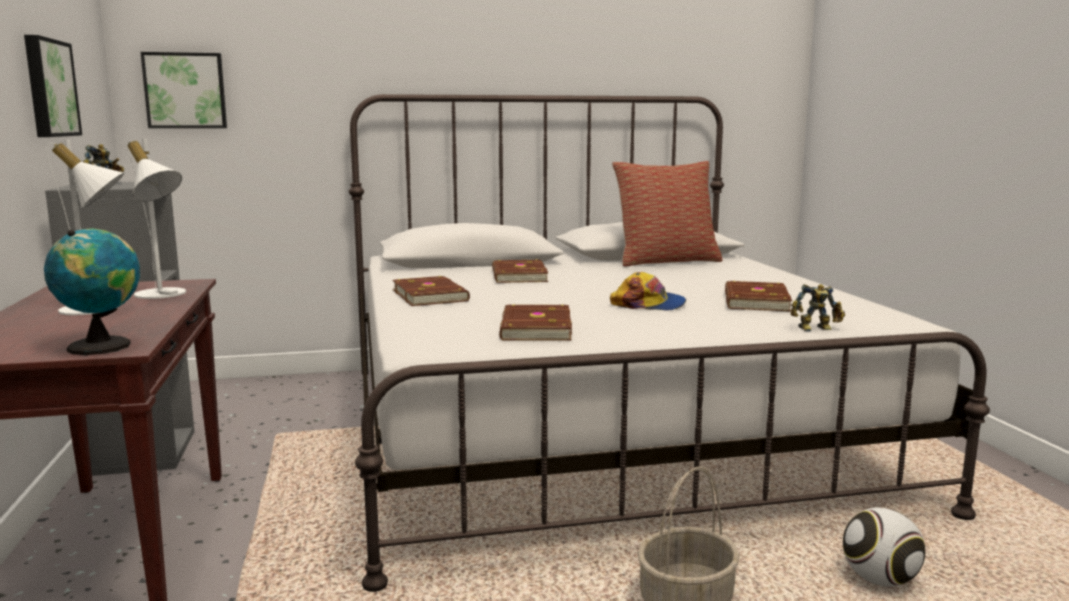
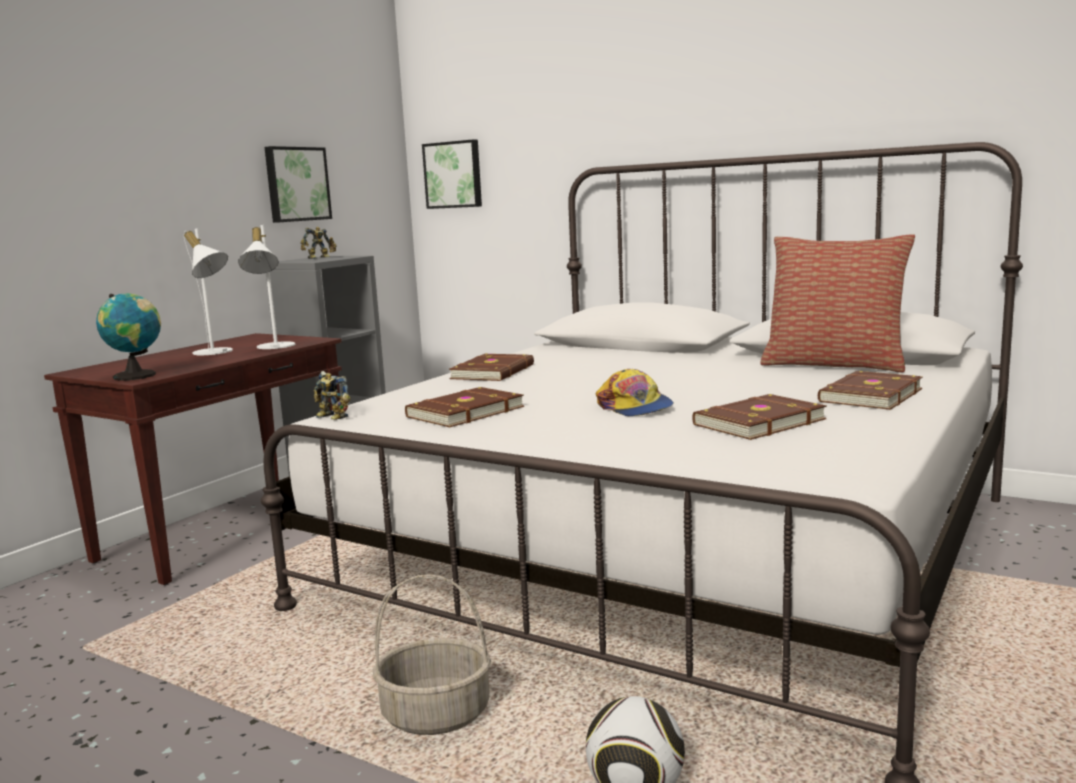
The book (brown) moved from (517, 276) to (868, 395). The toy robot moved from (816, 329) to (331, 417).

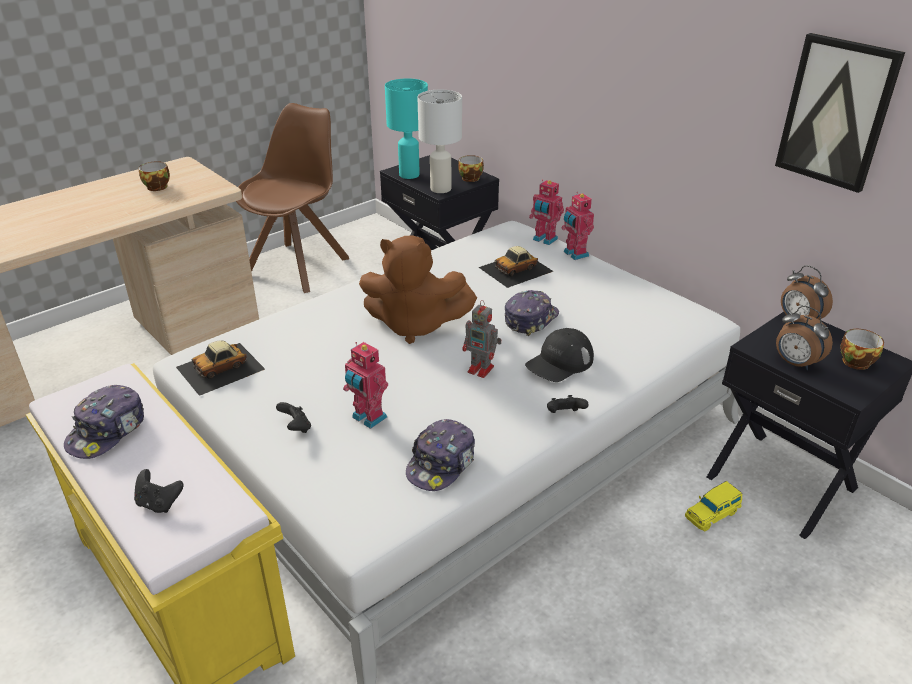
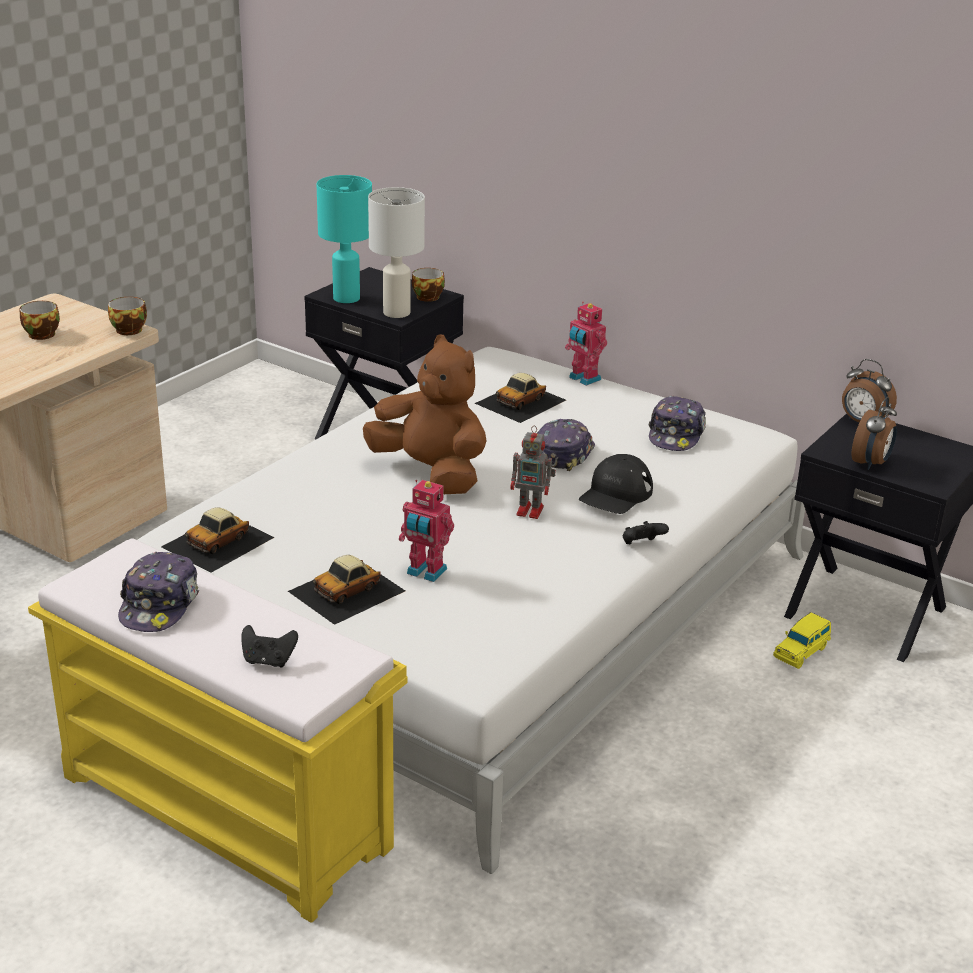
The chair (brown) at (299, 265) disappeared. The toy robot at (544, 240) disappeared. The picture at (836, 112) disappeared. The cap moved from (441, 464) to (676, 434). The cup moved from (855, 361) to (129, 329). The game controller (black) at (296, 428) was replaced by the toy car at (347, 591). The plush toy (brown) at (415, 325) turned 135 degrees counterclockwise. The alarm clock at (795, 363) turned 90 degrees counterclockwise.

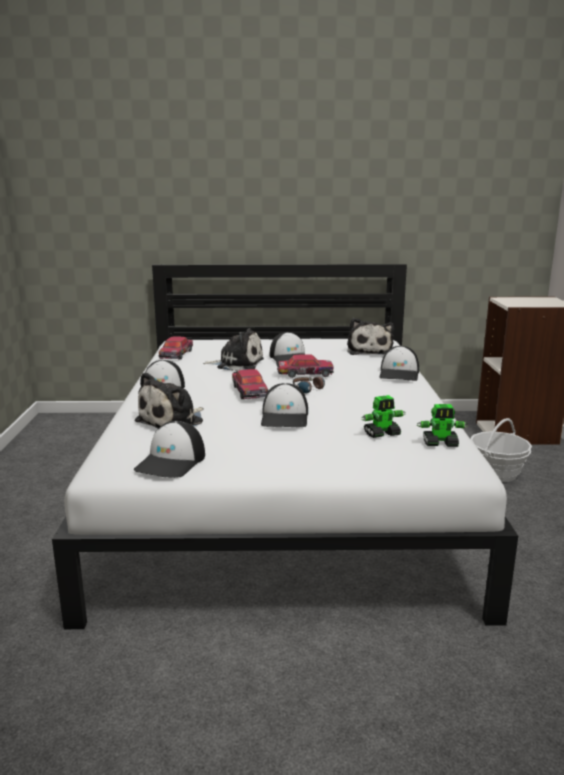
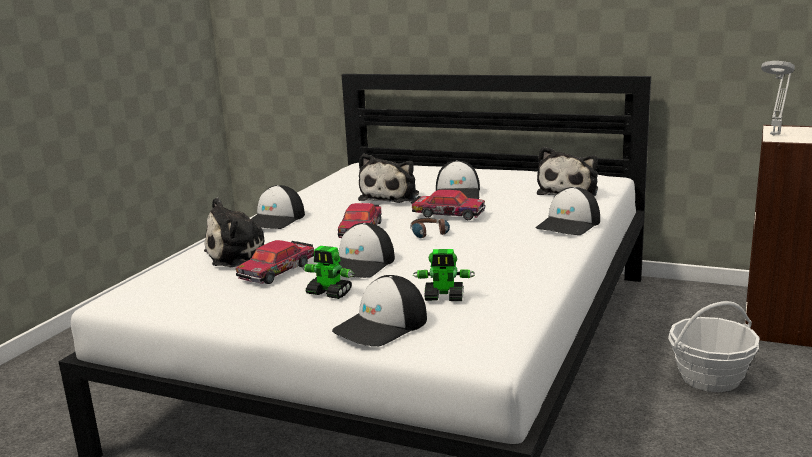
The table lamp (grey) at (775, 134) appeared. The cap moved from (171, 462) to (382, 326). The toy car moved from (176, 354) to (277, 271). The toy robot moved from (440, 443) to (329, 293). The plush toy at (237, 364) turned 75 degrees clockwise.

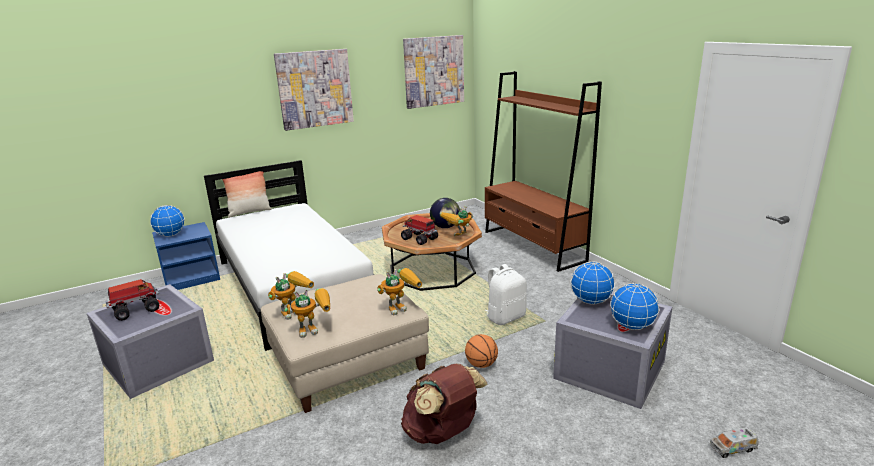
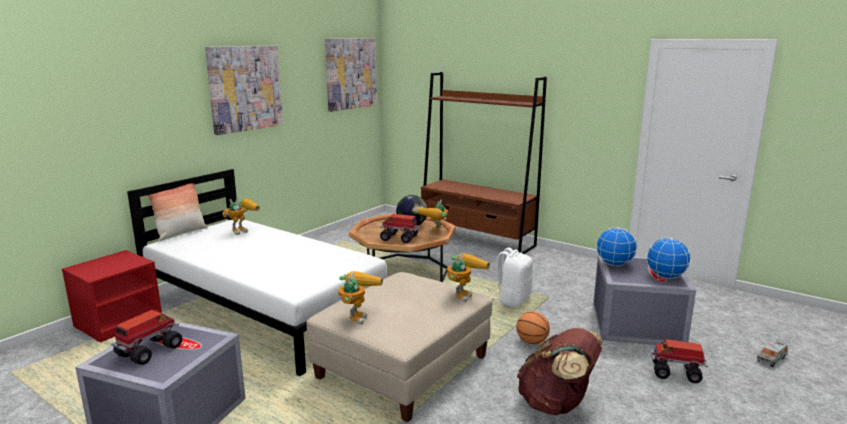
The globe at (171, 235) disappeared. The toy truck at (676, 373) appeared. The toy robot moved from (315, 329) to (243, 230). The nightstand (blue) at (192, 278) became the nightstand (red) at (119, 322).

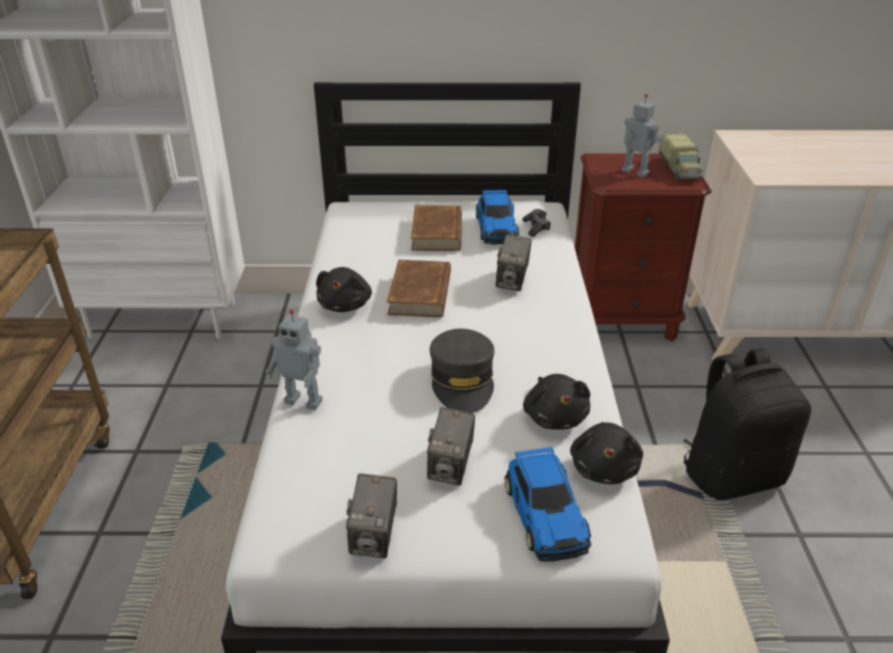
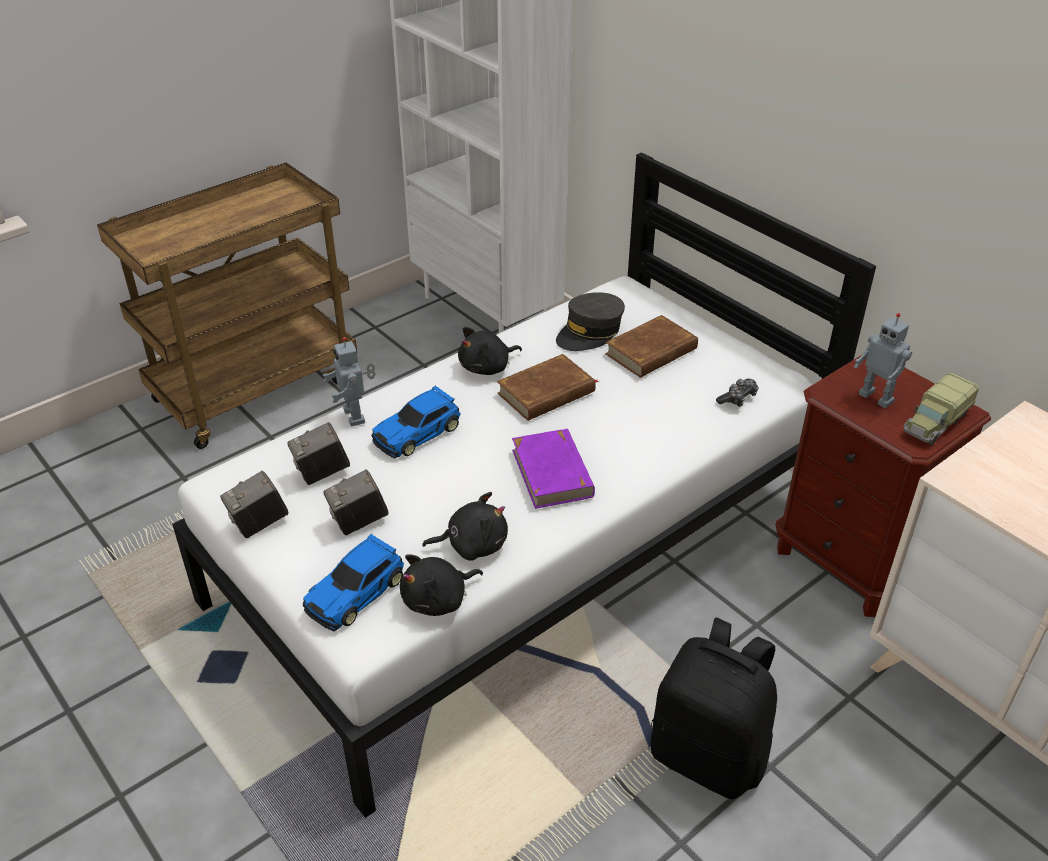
The book (purple) at (552, 473) appeared. The cap (grey) moved from (462, 381) to (590, 332). The toy car moved from (497, 227) to (418, 432). The photo camera moved from (512, 282) to (322, 472). The plush toy (black) at (555, 416) turned 135 degrees counterclockwise. The toy robot at (633, 173) turned 135 degrees clockwise.

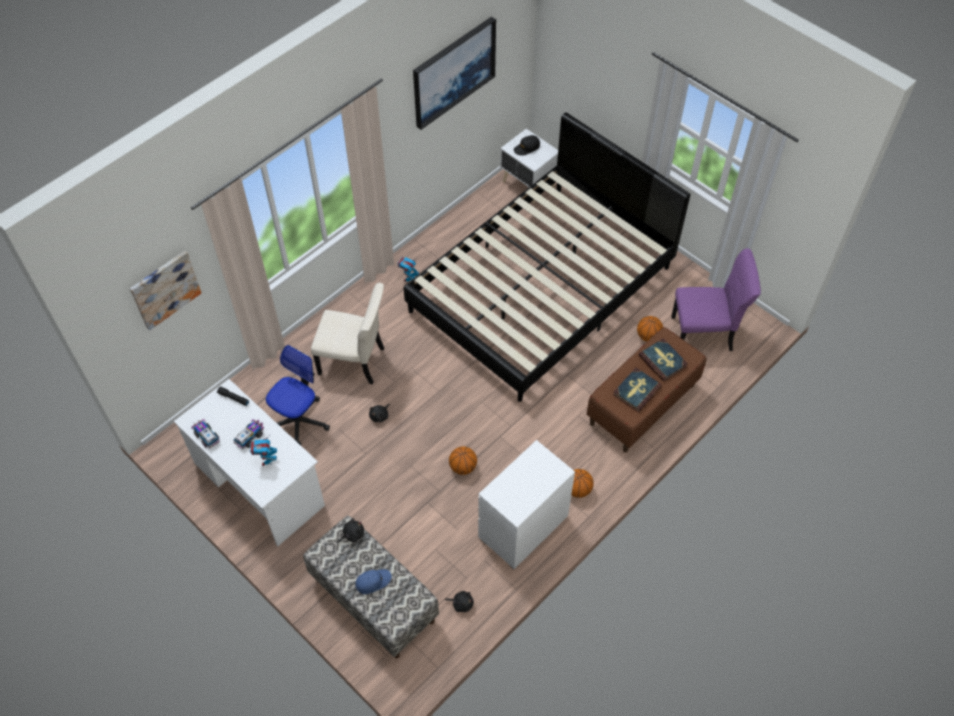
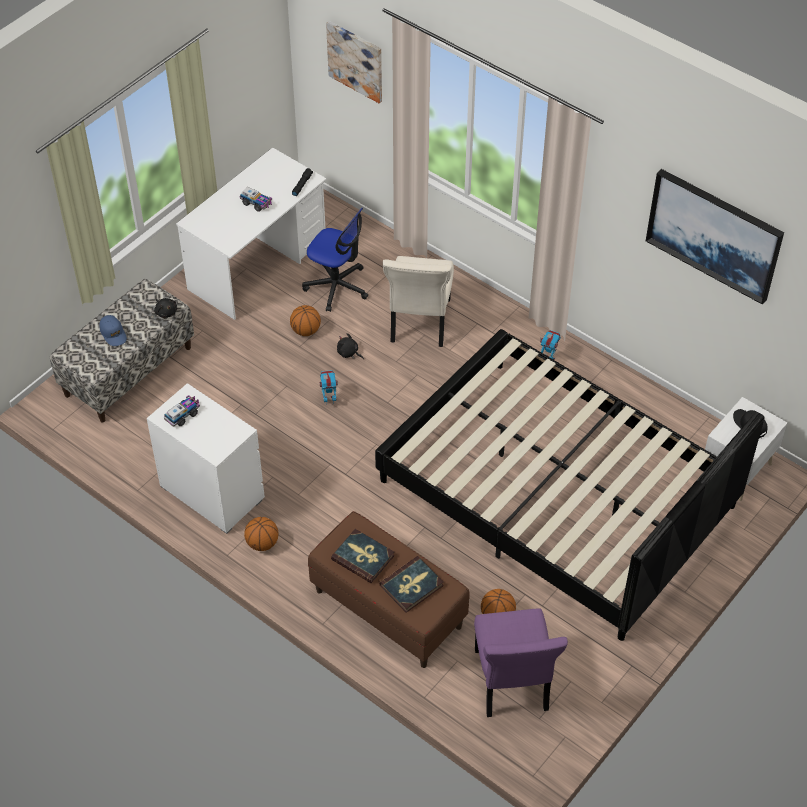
The plush toy (black) at (461, 603) disappeared. The toy truck moved from (206, 436) to (183, 415). The toy robot moved from (266, 461) to (329, 400). The basketball moved from (463, 467) to (305, 331).

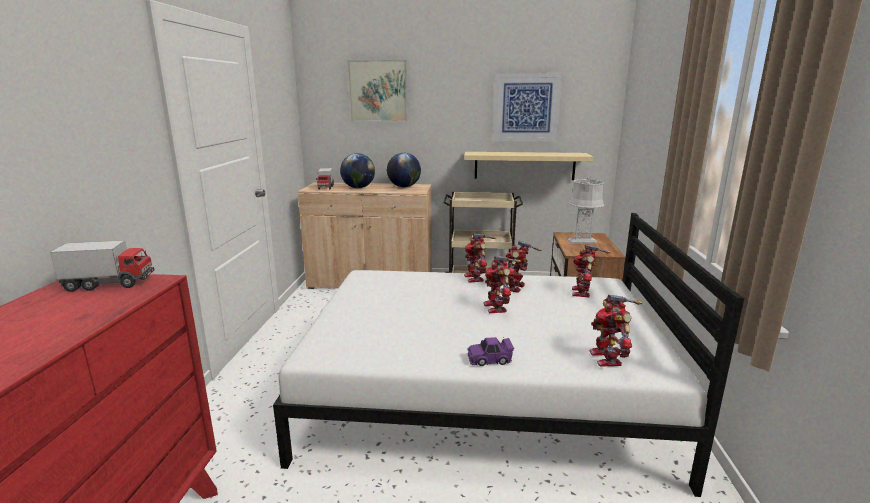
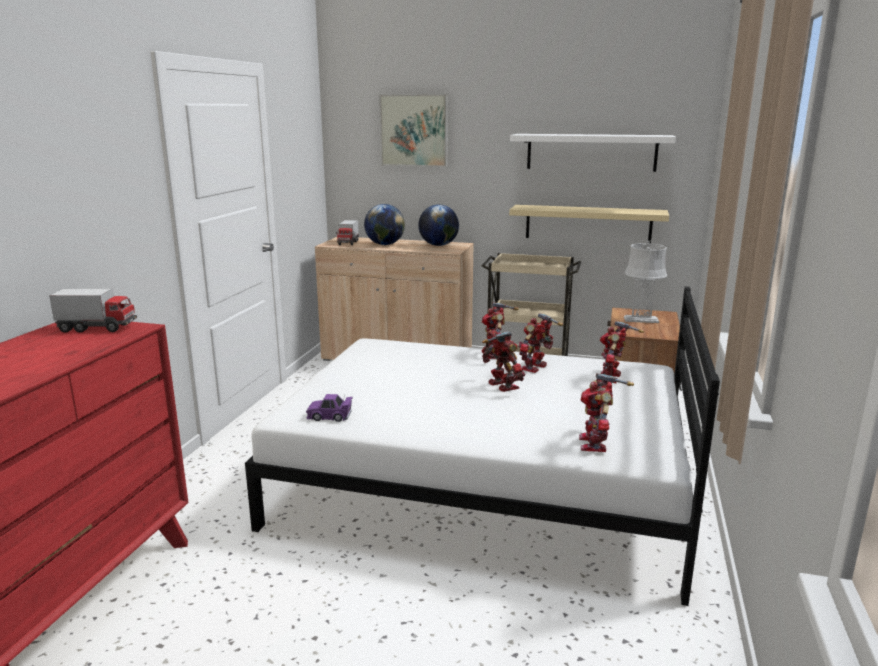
The toy car (purple) moved from (489, 359) to (330, 416). The picture at (526, 107) was replaced by the shelf (white) at (591, 152). The toy robot at (497, 307) turned 150 degrees clockwise.

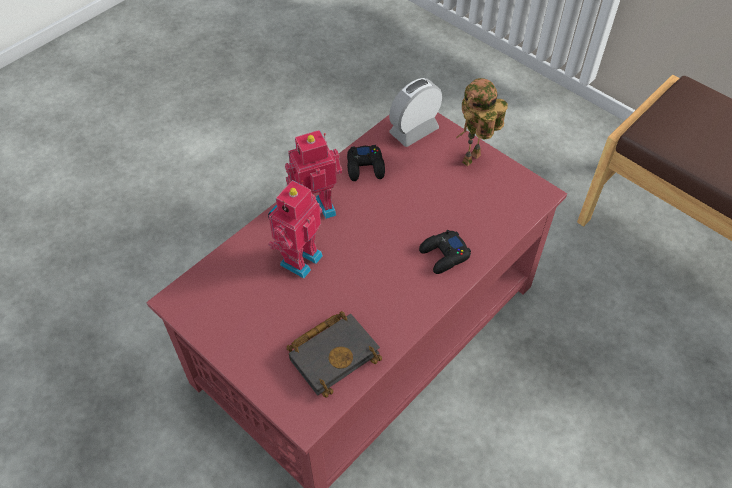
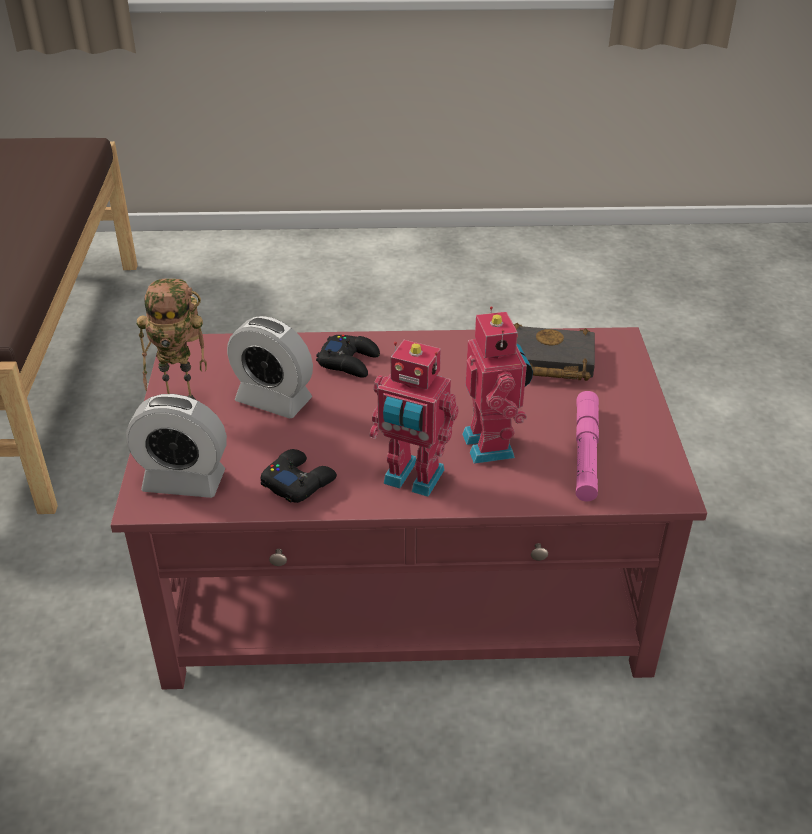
The alarm clock at (273, 400) appeared. The flashlight (pink) at (585, 452) appeared. The toy robot at (298, 259) turned 90 degrees counterclockwise.

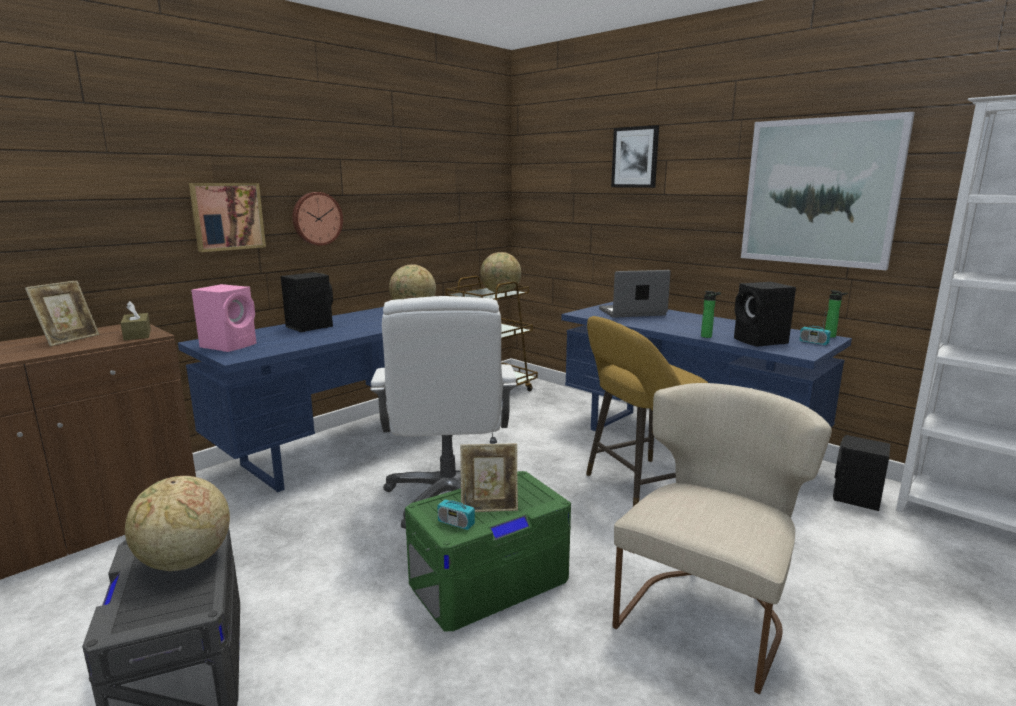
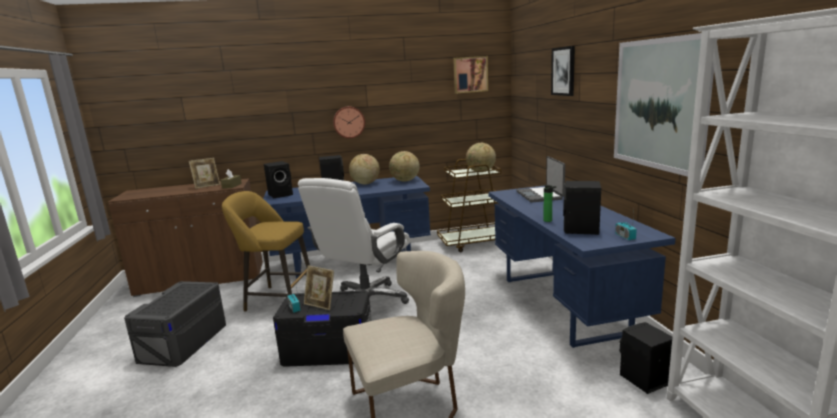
The bottle at (831, 336) disappeared. The globe moved from (185, 562) to (365, 184). The picture moved from (227, 216) to (470, 74). The stool (yellow) moved from (637, 486) to (277, 299). The speaker (pink) at (230, 345) became the speaker (black) at (281, 194). The storage box (green) at (489, 580) became the storage box (black) at (328, 349). The laptop at (632, 313) turned 120 degrees counterclockwise.

